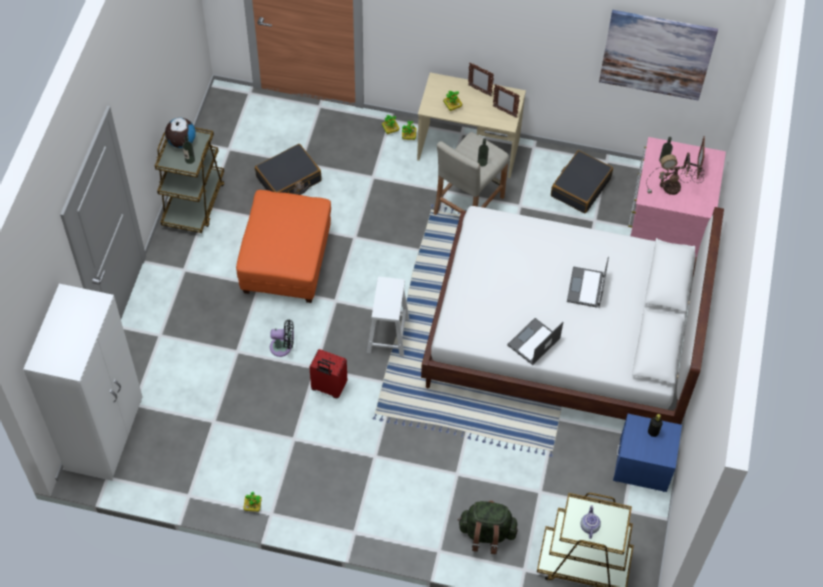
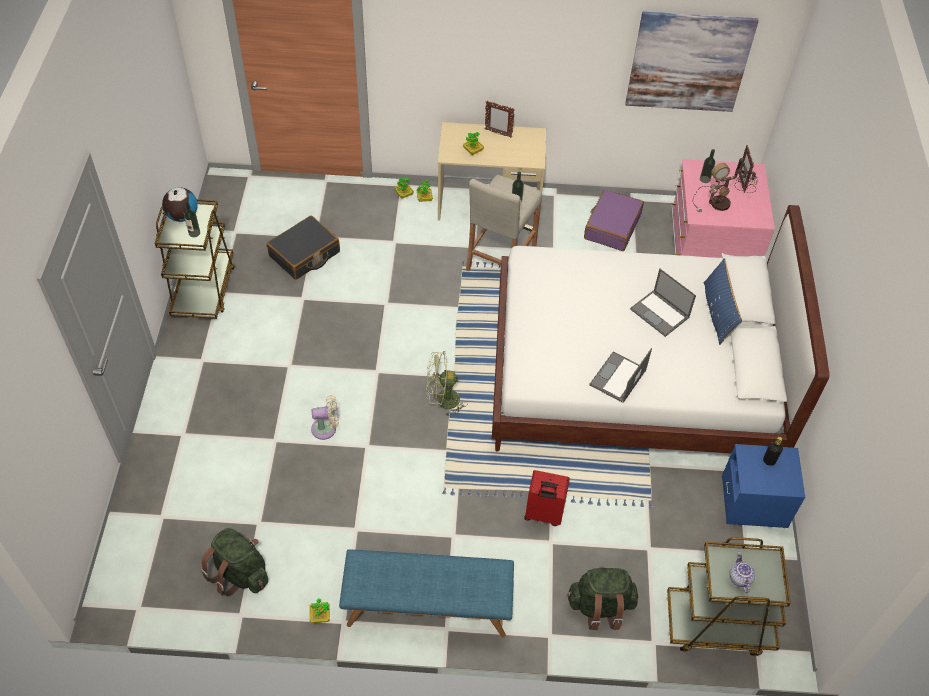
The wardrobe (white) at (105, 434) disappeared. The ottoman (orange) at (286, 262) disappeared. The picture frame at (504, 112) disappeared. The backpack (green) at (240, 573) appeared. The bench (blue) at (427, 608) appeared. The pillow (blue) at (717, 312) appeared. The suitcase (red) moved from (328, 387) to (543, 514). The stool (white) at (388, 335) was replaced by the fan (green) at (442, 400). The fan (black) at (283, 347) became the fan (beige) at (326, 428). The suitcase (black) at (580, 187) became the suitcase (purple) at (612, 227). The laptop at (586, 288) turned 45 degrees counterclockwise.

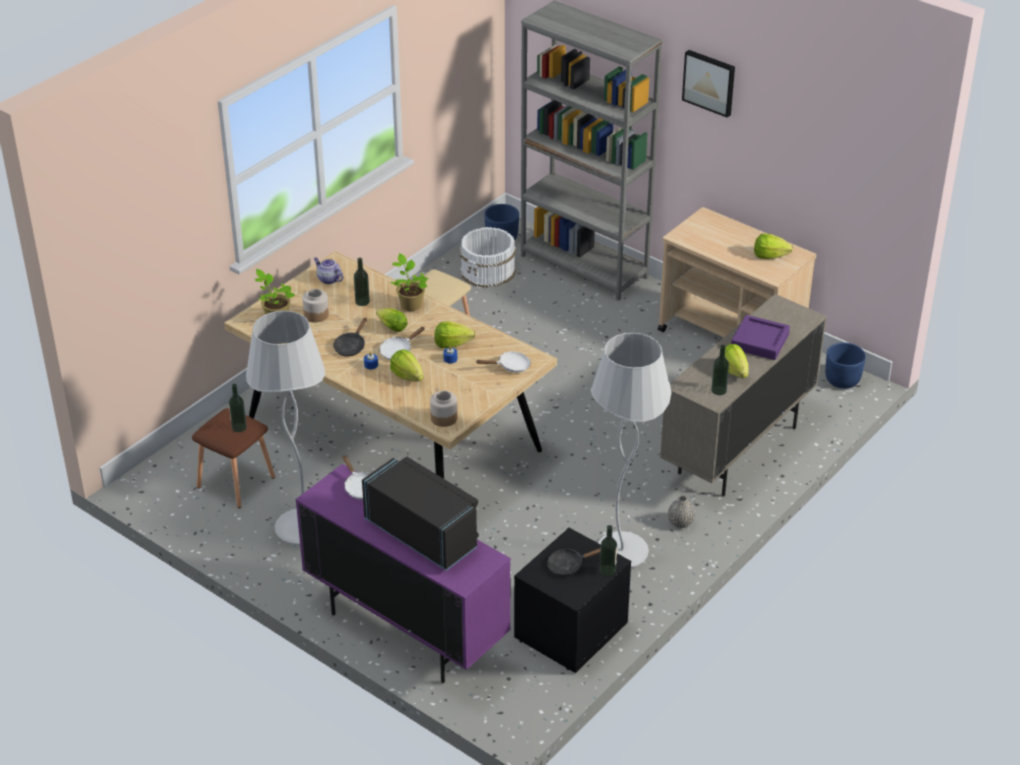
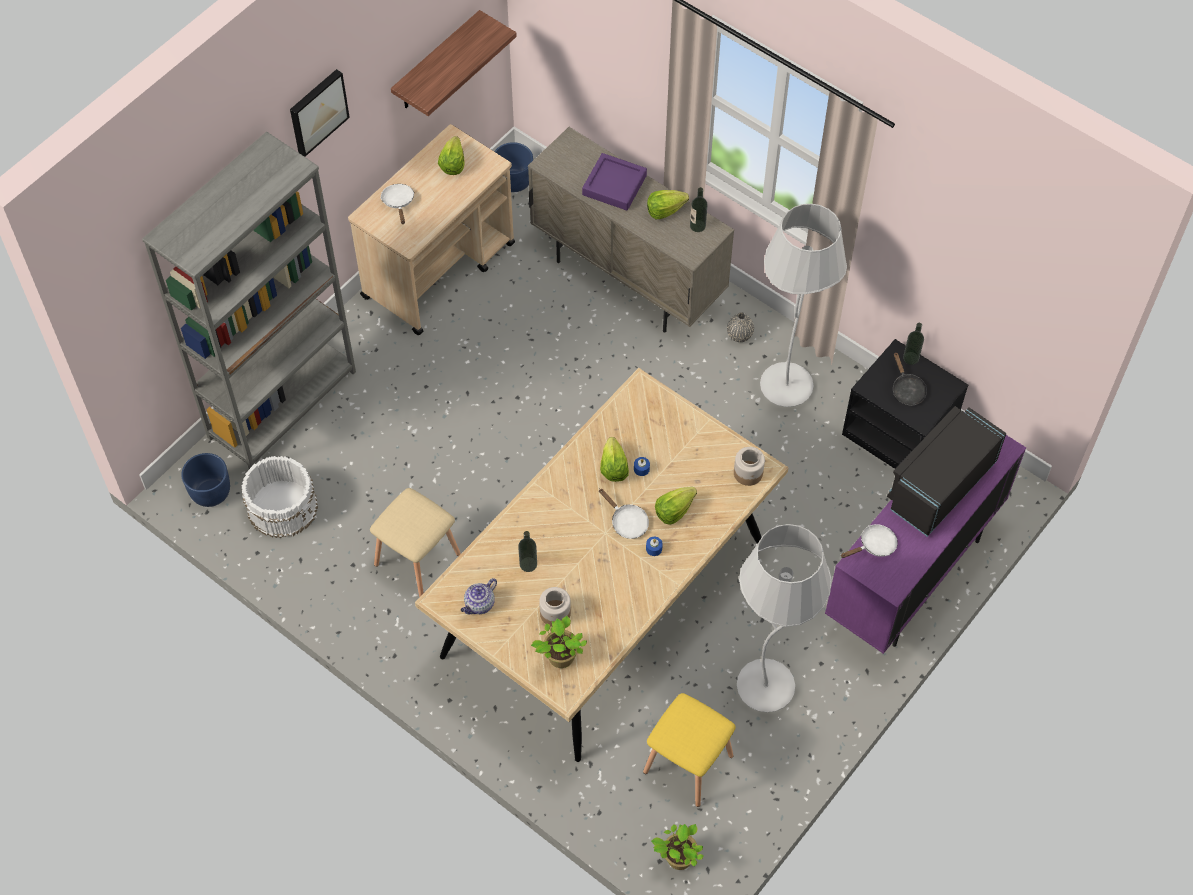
The bottle at (239, 427) disappeared. The frying pan (black) at (351, 346) disappeared. The lettuce at (391, 327) disappeared. The shelf at (437, 63) appeared. The potted plant moved from (410, 304) to (677, 859). The frying pan (white) moved from (510, 366) to (398, 203). The stool (brown) at (234, 482) became the stool (yellow) at (688, 765).

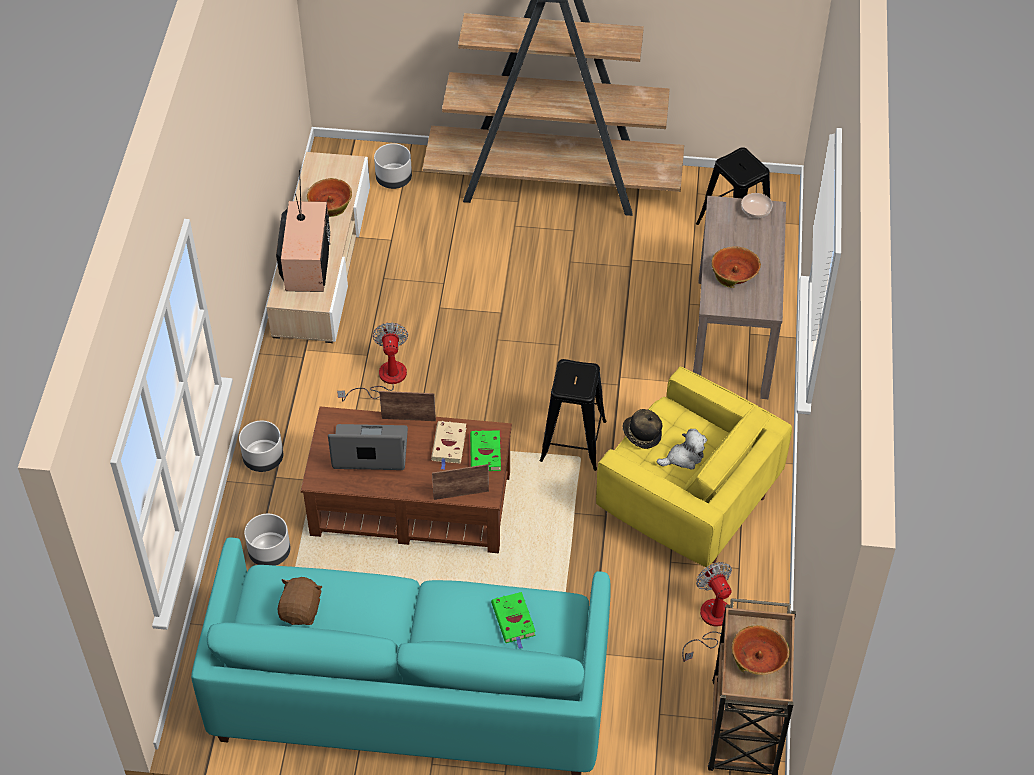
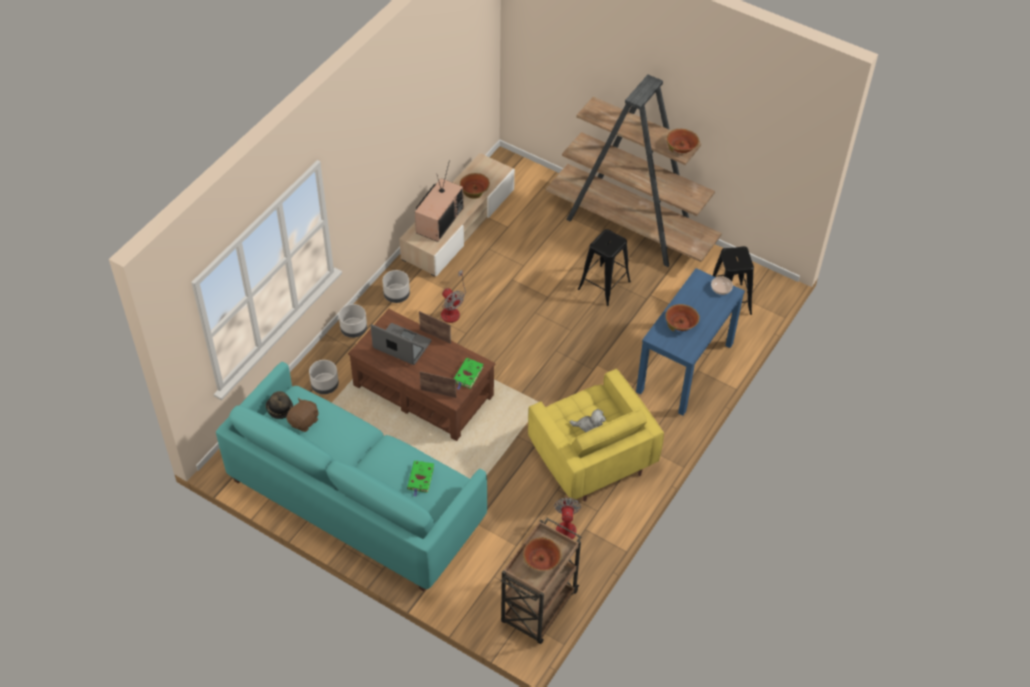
The book (beige) at (449, 446) disappeared. The bowl at (682, 146) appeared. The planter (grey) moved from (393, 179) to (396, 295). The stool (black) moved from (573, 441) to (604, 285). The hat moved from (641, 435) to (279, 408). The console table (brown) at (733, 337) became the console table (blue) at (685, 368). The fan at (384, 379) turned 120 degrees clockwise.

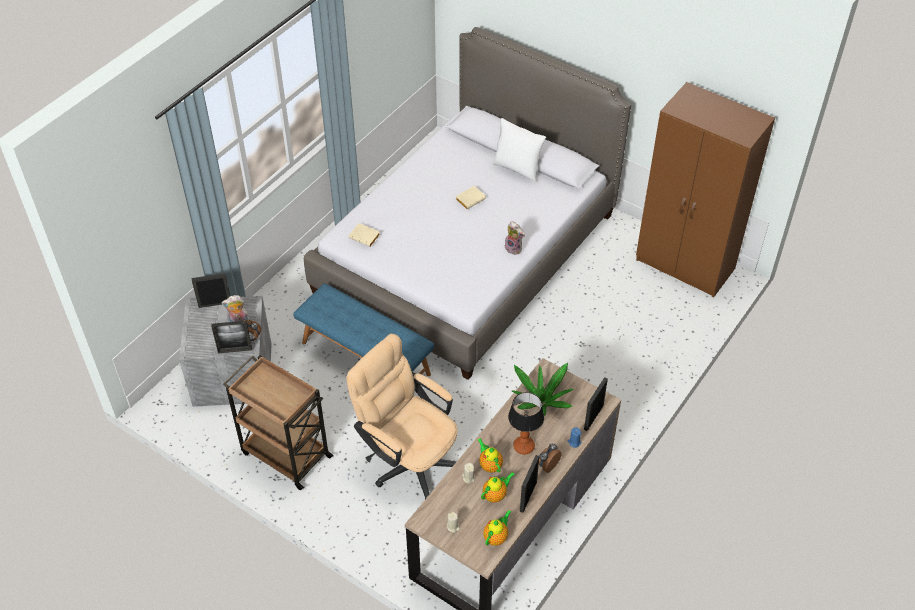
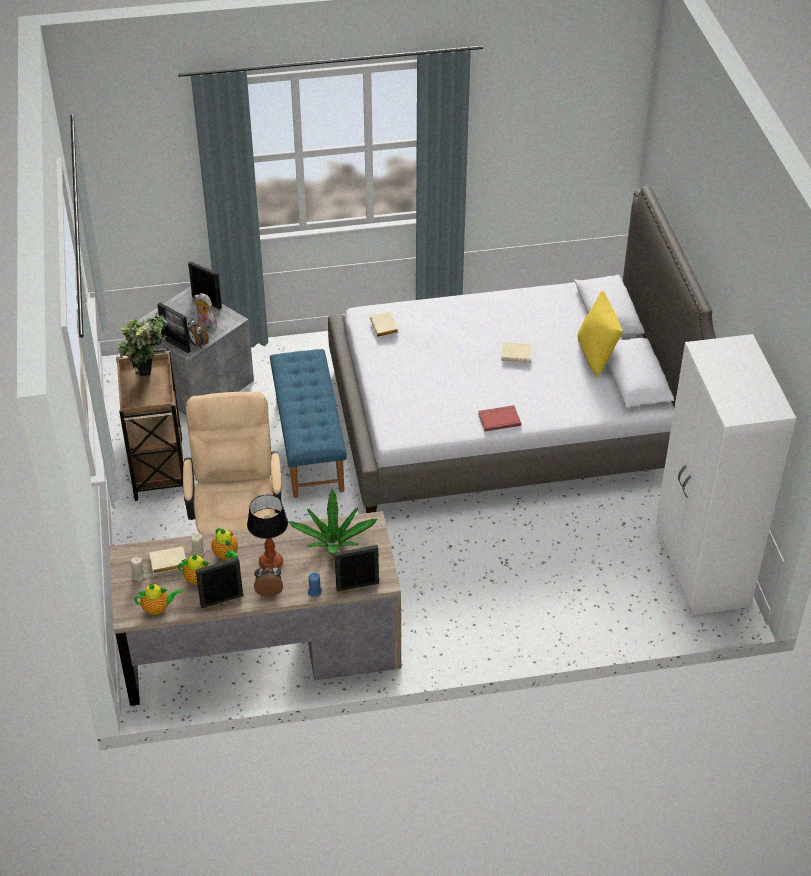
The potted plant at (149, 383) appeared. The book (beige) at (167, 563) appeared. The plush toy at (514, 248) was replaced by the book (red) at (498, 419). The pillow (white) at (517, 168) became the pillow (yellow) at (596, 356). The wardrobe (brown) at (685, 265) became the wardrobe (white) at (701, 569). The teapot at (489, 465) turned 135 degrees clockwise.

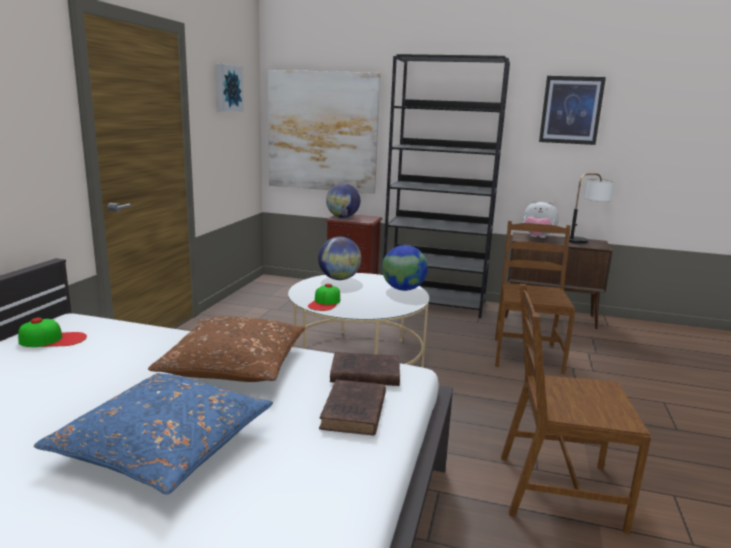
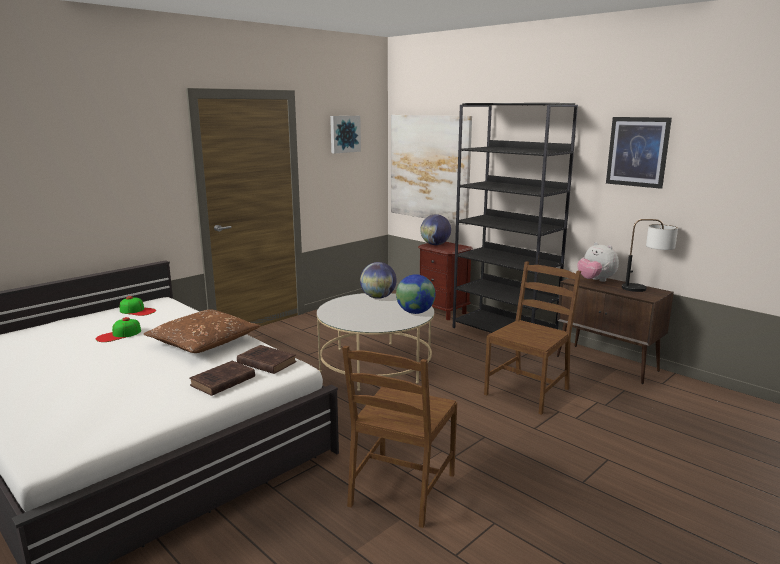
The pillow (blue) at (163, 445) disappeared. The cap moved from (325, 303) to (118, 335). The chair (brown) at (558, 491) turned 105 degrees counterclockwise.

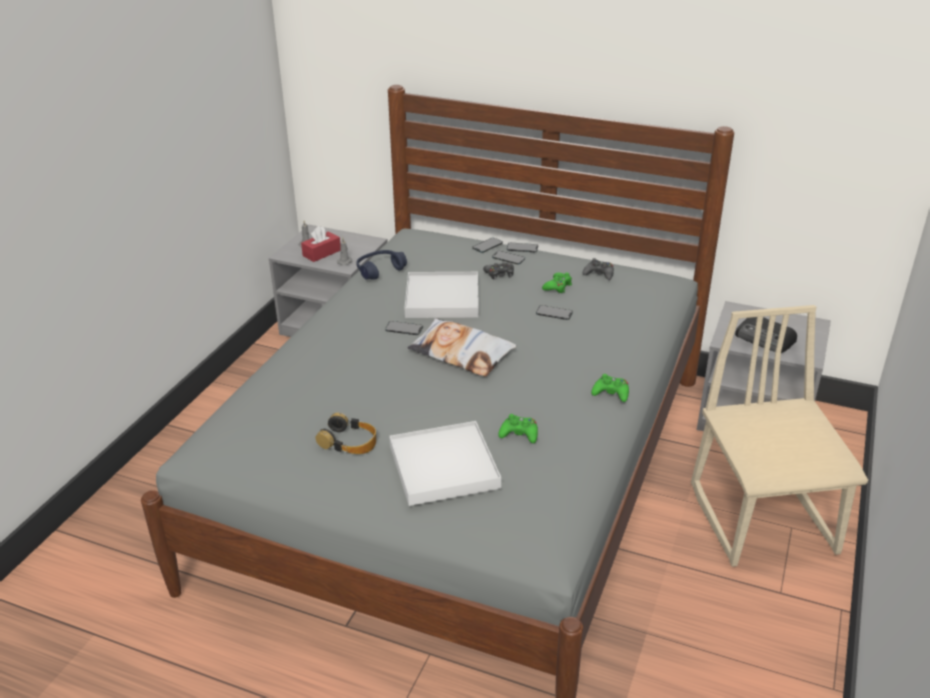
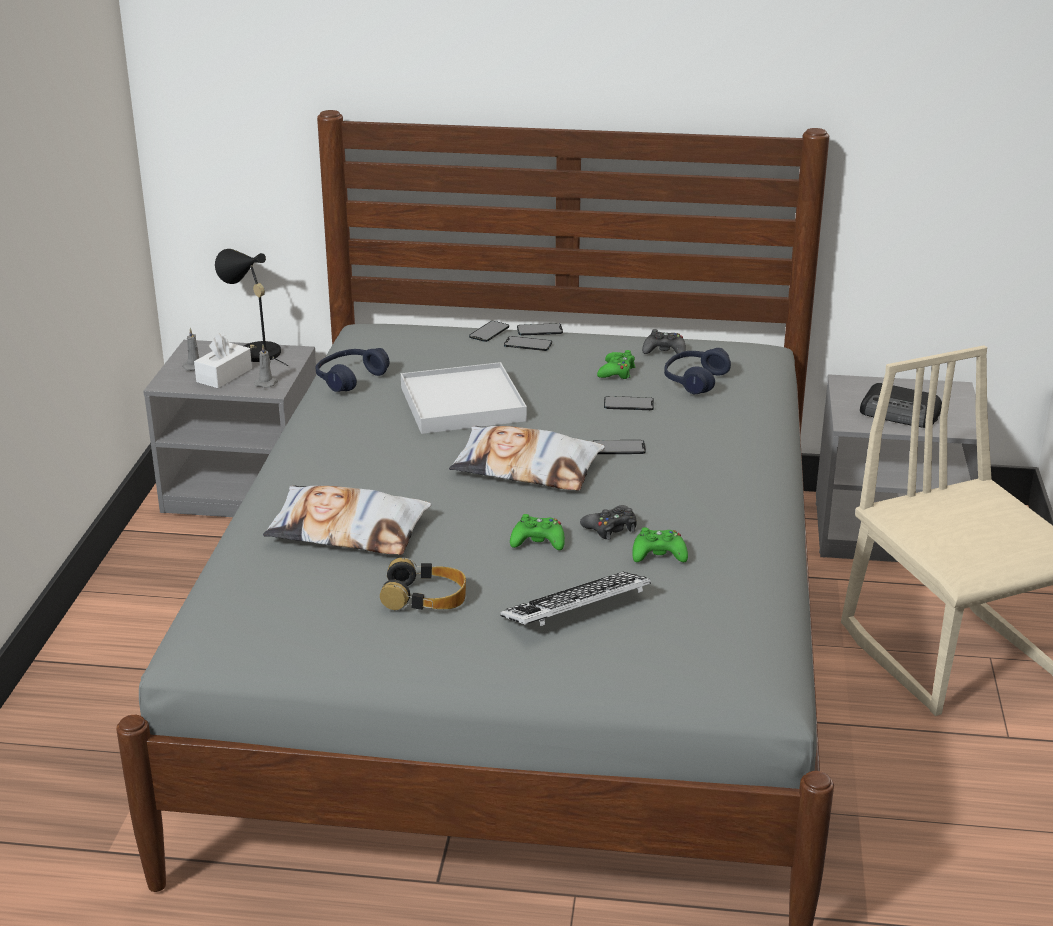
The table lamp (black) at (255, 351) appeared. The pillow at (348, 530) appeared. The headphones (blue) at (694, 380) appeared. The phone moved from (404, 328) to (618, 447). The game controller (black) moved from (499, 274) to (611, 528). The game controller (green) moved from (611, 393) to (538, 541). The tray (white) at (443, 467) was replaced by the keyboard at (576, 608). The tissue box (red) at (321, 253) became the tissue box (white) at (224, 375).

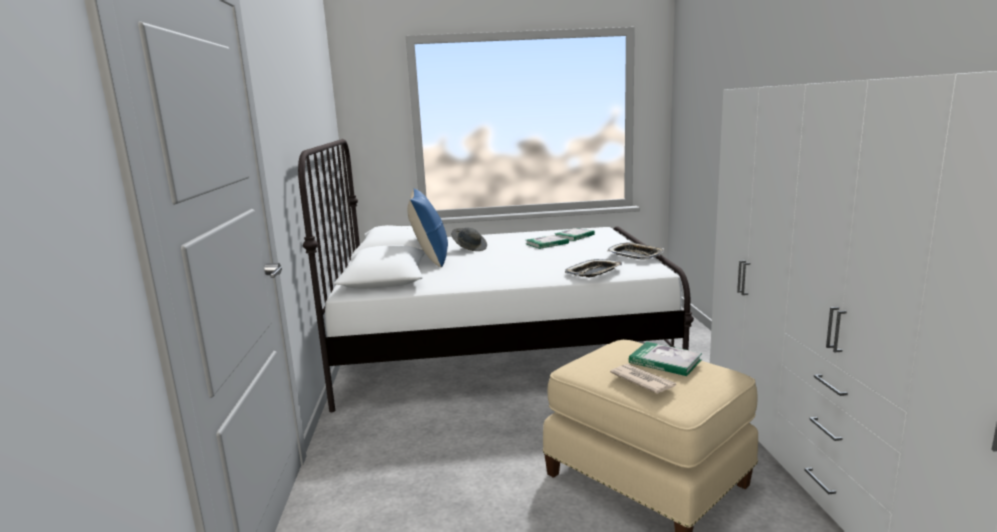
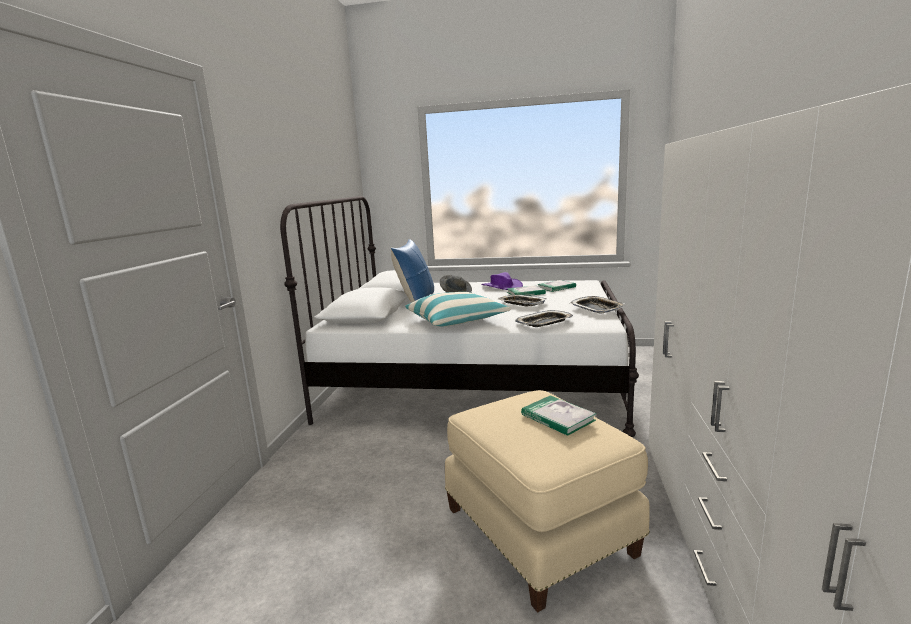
The newspaper at (642, 381) disappeared. The pillow at (456, 321) appeared. The hat (purple) at (501, 286) appeared. The tray at (521, 304) appeared.

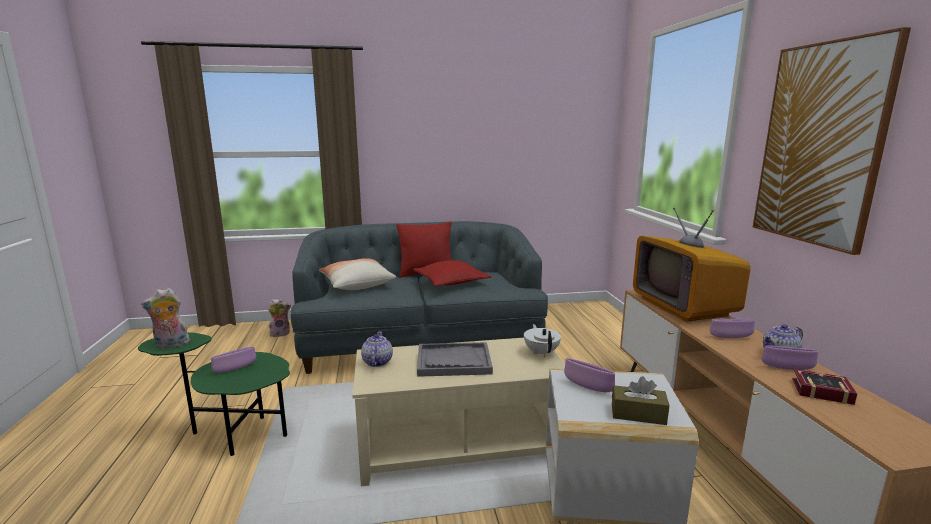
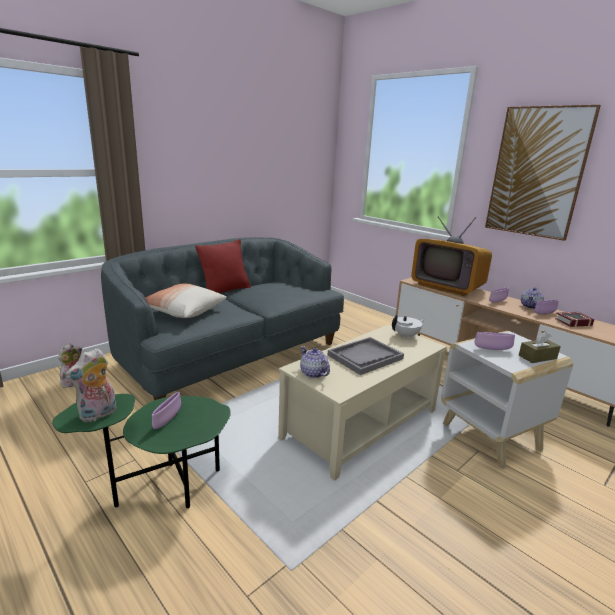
The pillow (red) at (451, 282) disappeared. The teapot (white) at (541, 352) turned 105 degrees clockwise.

